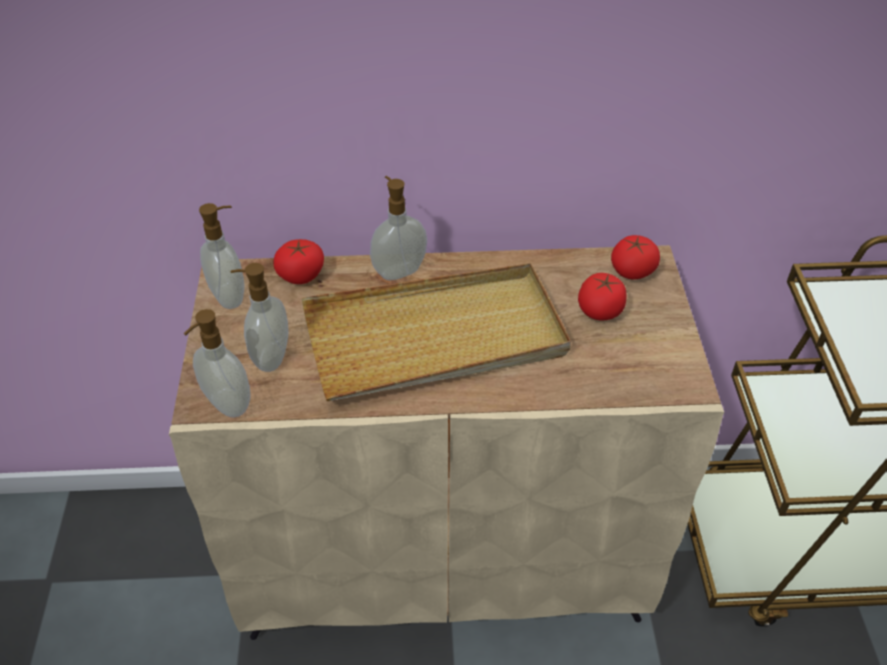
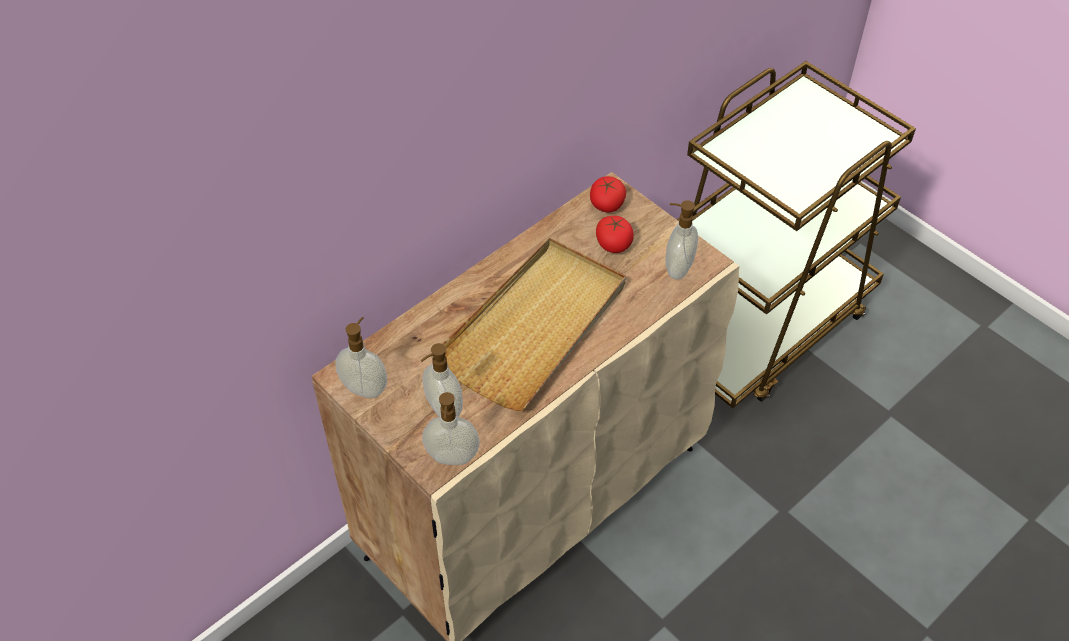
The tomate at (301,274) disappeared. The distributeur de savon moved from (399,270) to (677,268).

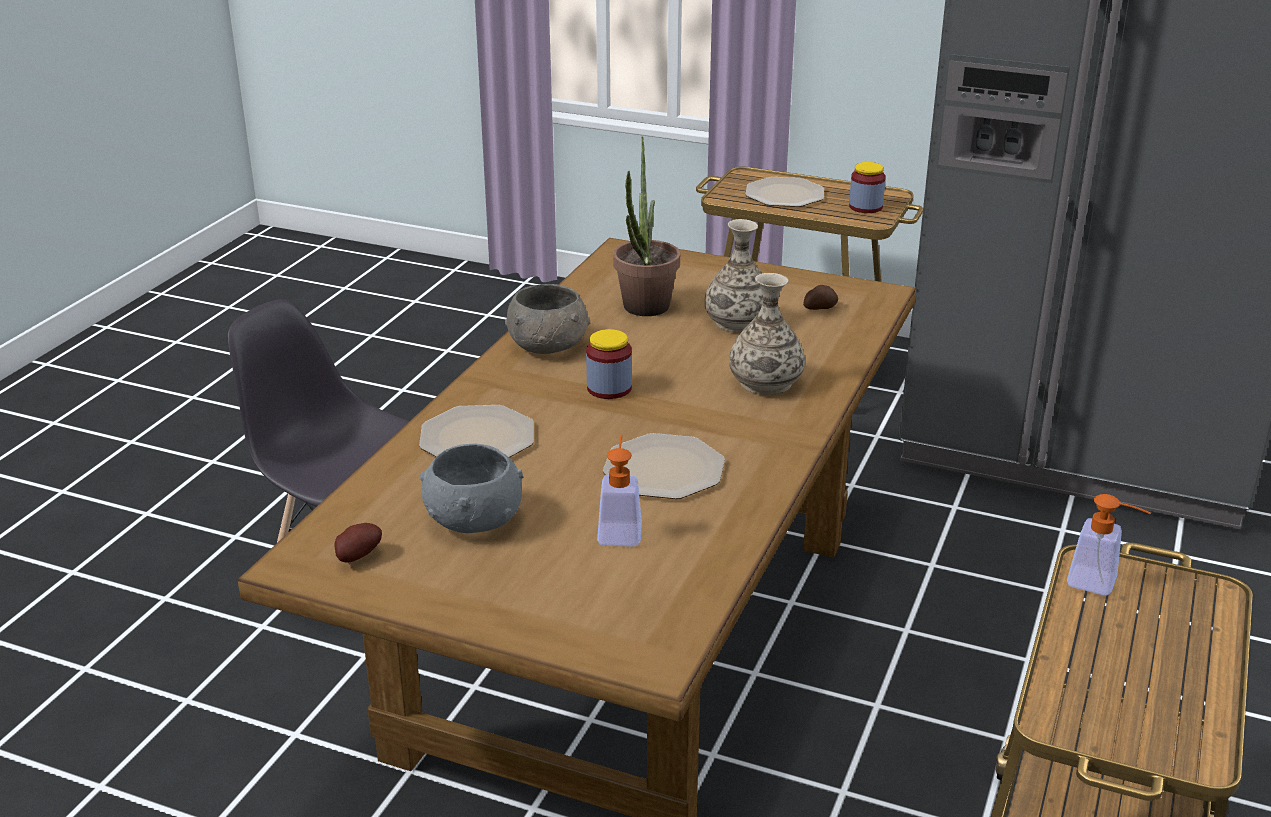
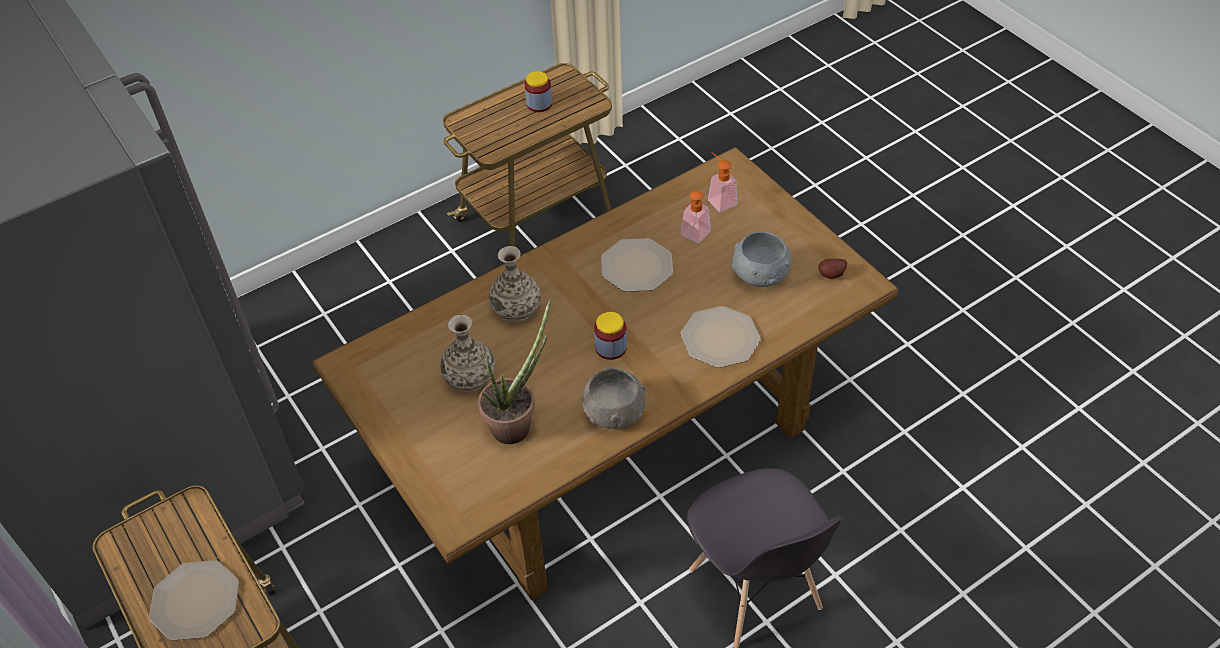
The pomme de terre at (819,307) disappeared. The bocal moved from (865,207) to (539,104). The distributeur de savon moved from (1101,584) to (719,199).

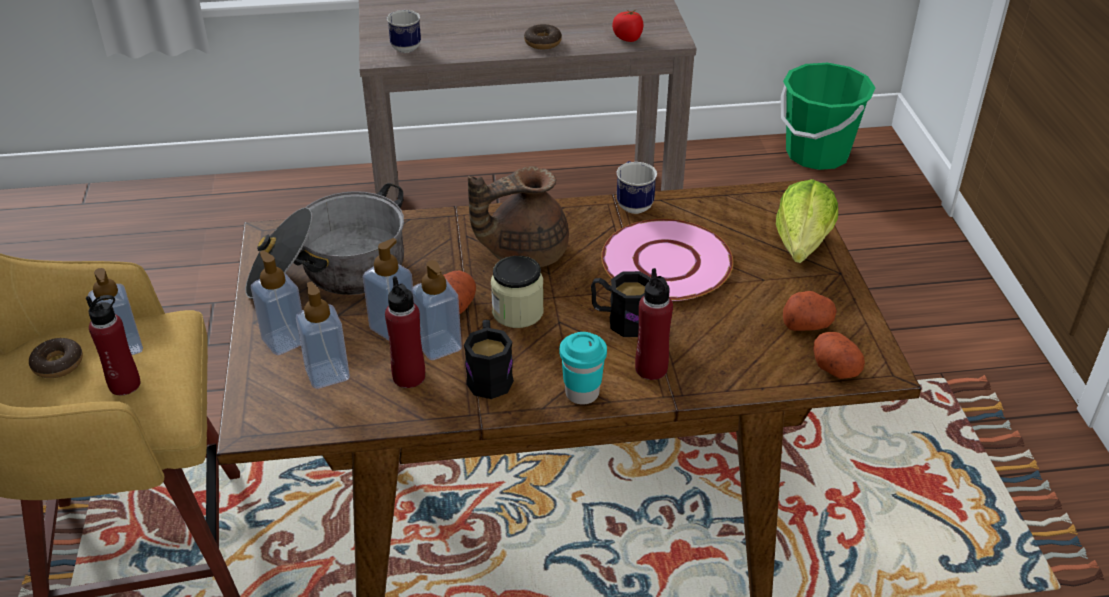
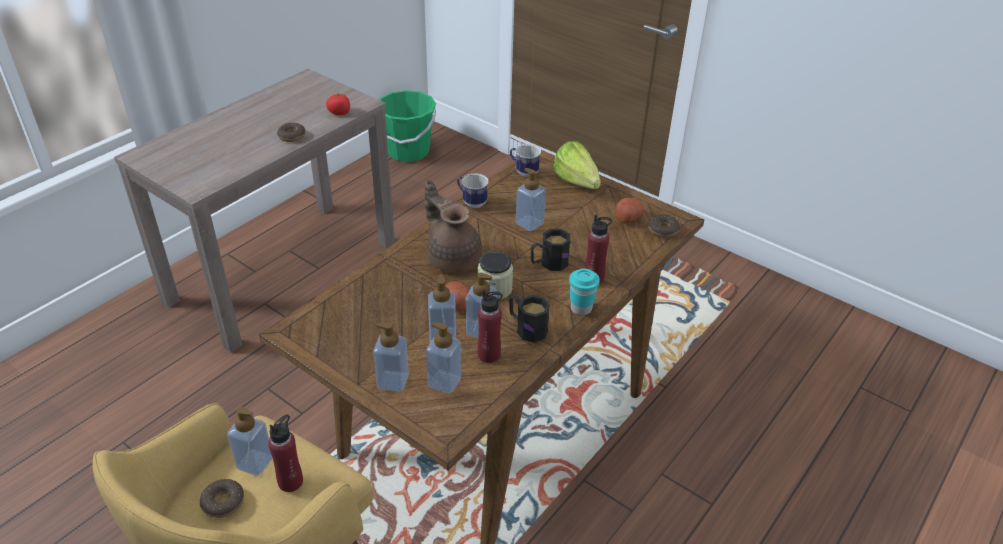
The marmite at (330,273) disappeared. The mug moved from (405,46) to (523,172). The assiette [rose] at (666,263) was replaced by the distributeur de savon at (529,223). The pomme de terre at (834,366) was replaced by the beignet at (663,230). The théière [marron] at (523,252) turned 120 degrees clockwise.

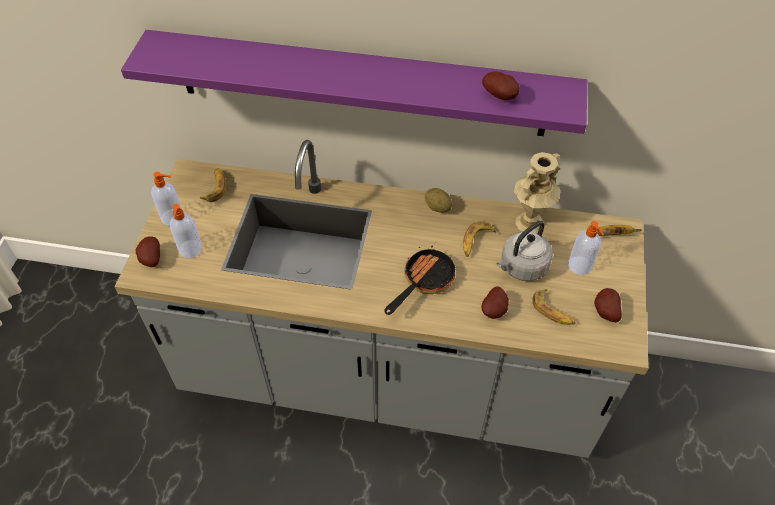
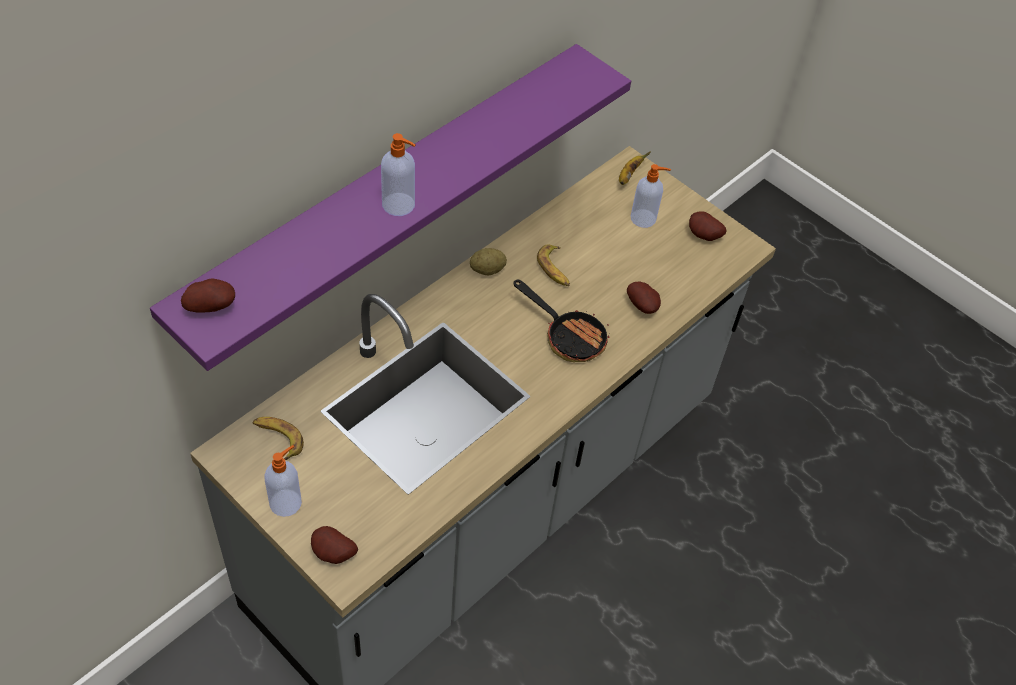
The bouilloire [gris] at (521,267) disappeared. The vase [beige] at (529,223) disappeared. The banane at (552,311) disappeared. The distributeur de savon moved from (190,249) to (399,205). The pomme de terre moved from (501,96) to (211,306). The poêle at (424,281) turned 150 degrees clockwise.

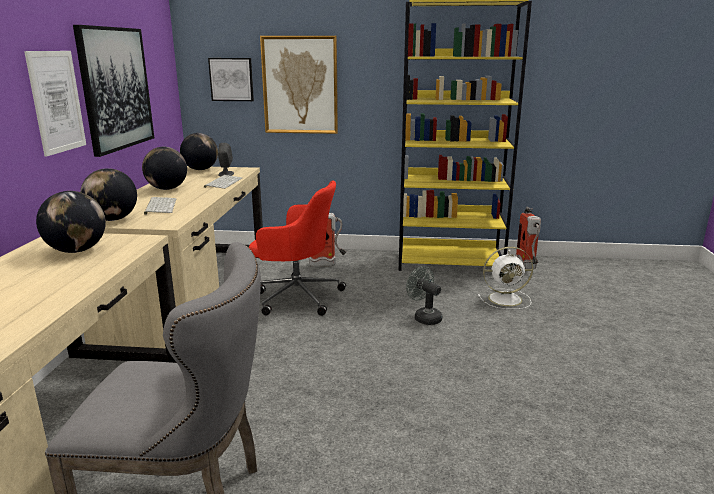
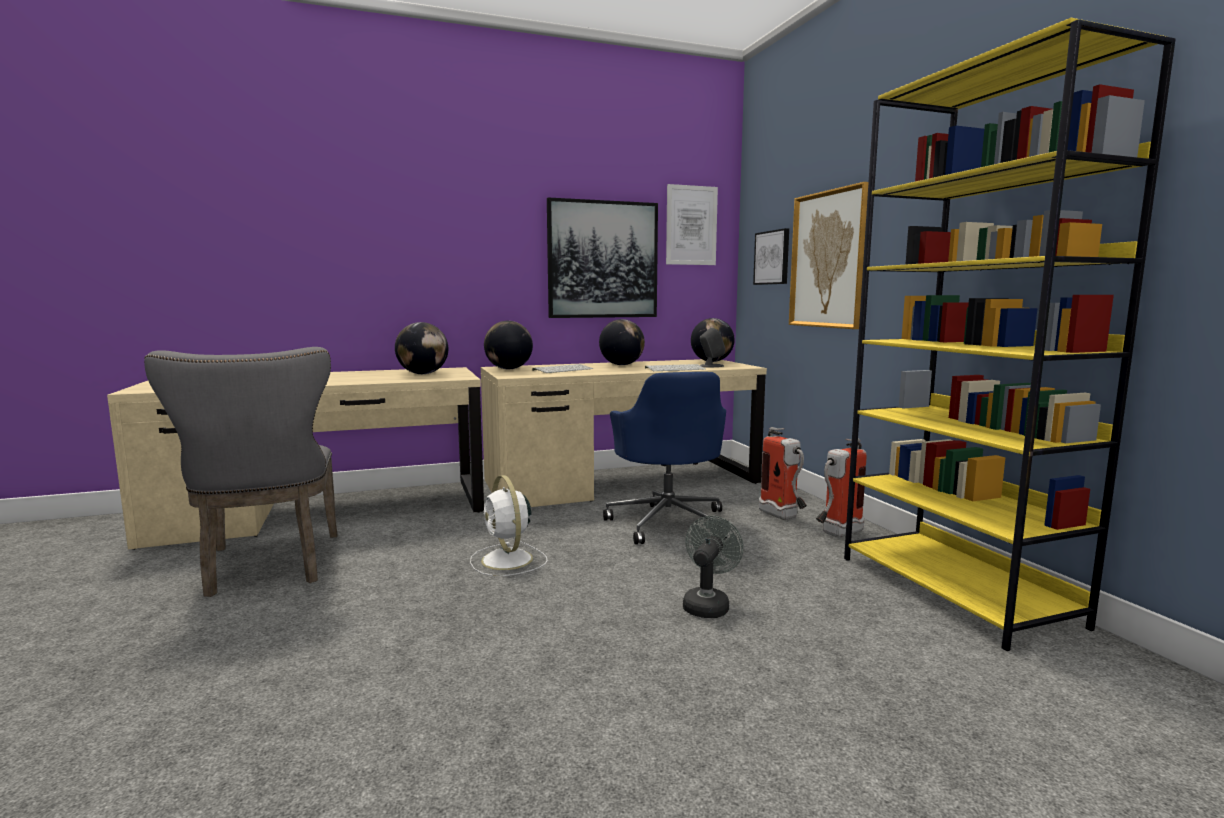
The tableau moved from (57,102) to (691,225). The ventilateur [blanc] moved from (506,299) to (508,560). The extincteur moved from (527,268) to (837,534). The chaise de bureau [rouge] at (296,296) became the chaise de bureau [bleu] at (668,522).

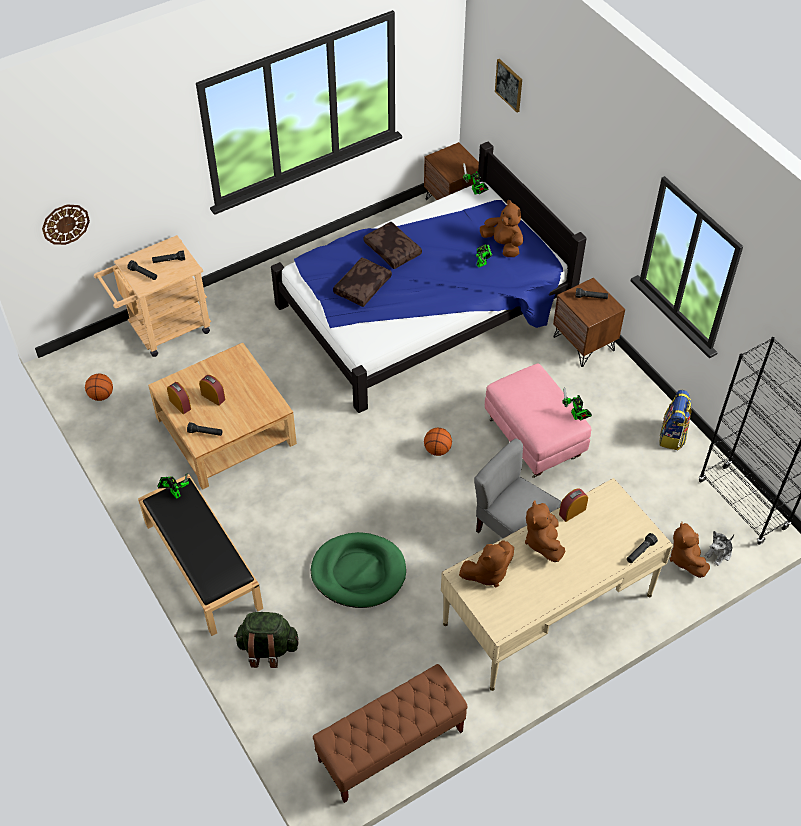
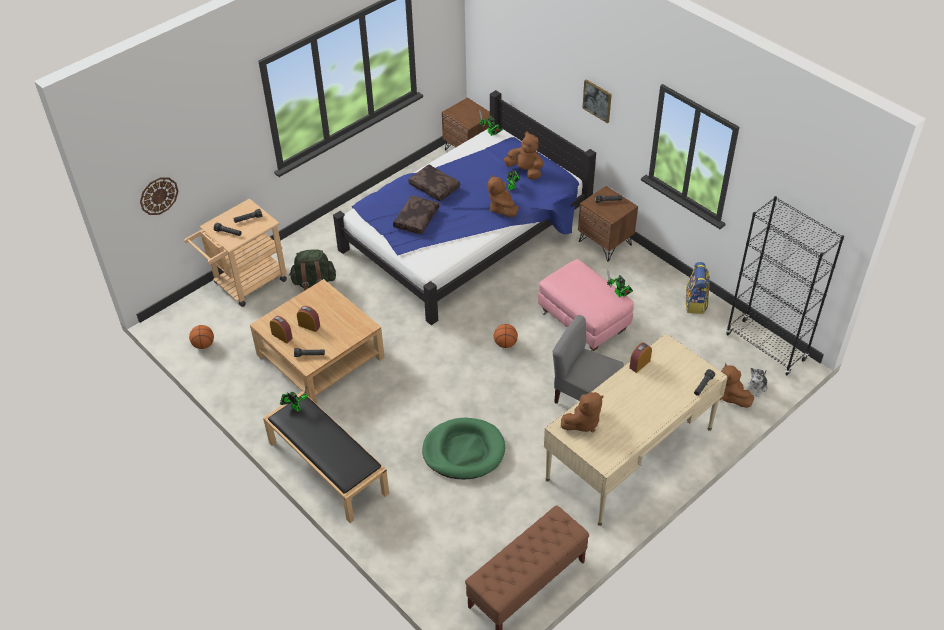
The sac à dos [vert] moved from (268,648) to (314,283). The tableau moved from (509,85) to (597,100). The peluche [marron] moved from (543,541) to (502,209).

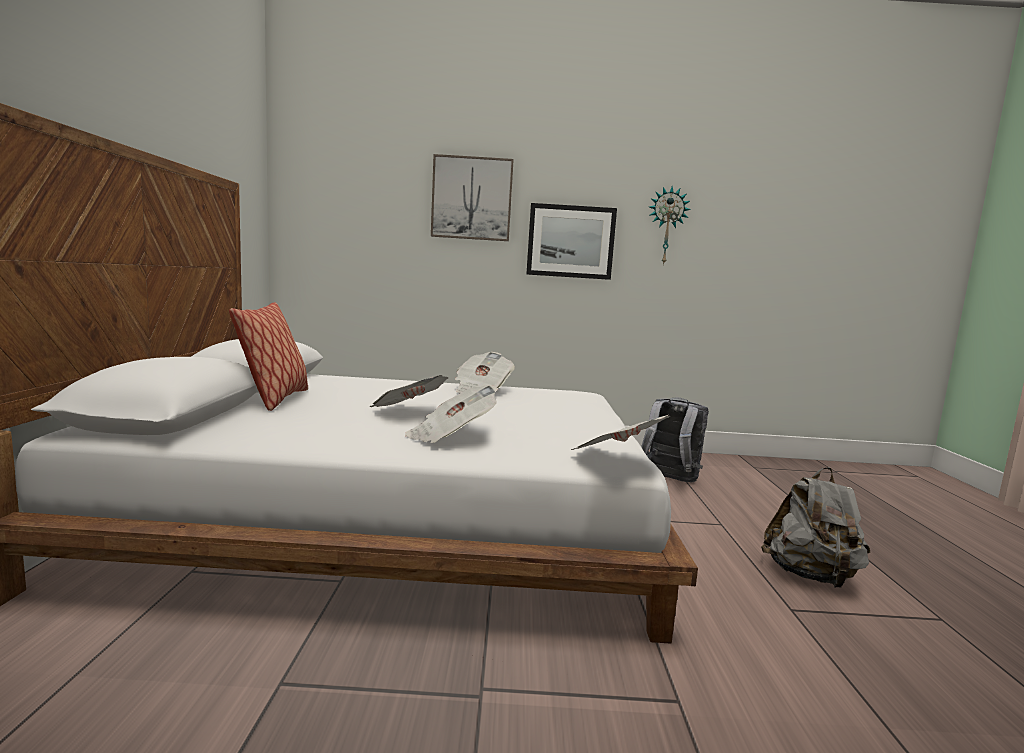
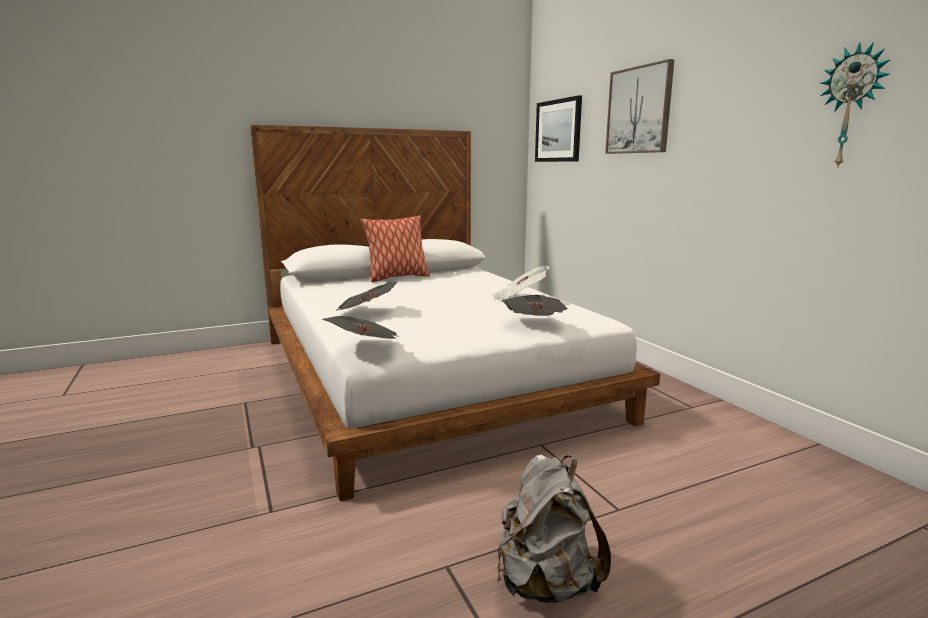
The sac à dos [gris] at (670,479) disappeared. The journal moved from (408,412) to (534,323). The tableau moved from (570,241) to (558,131).

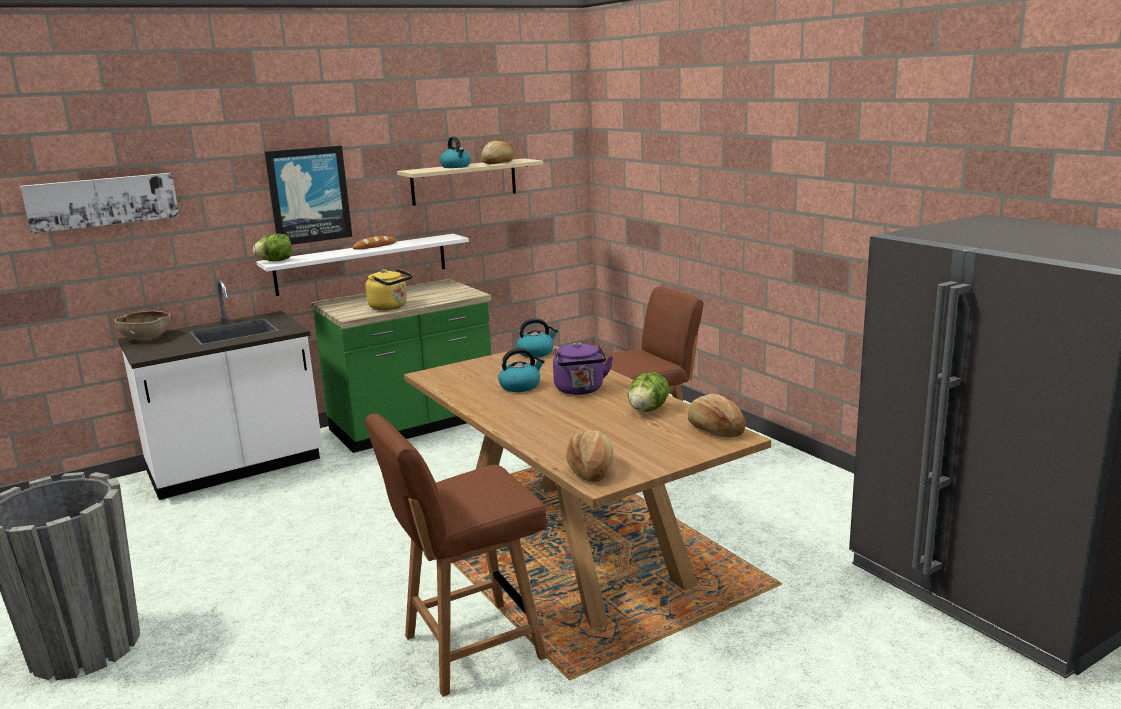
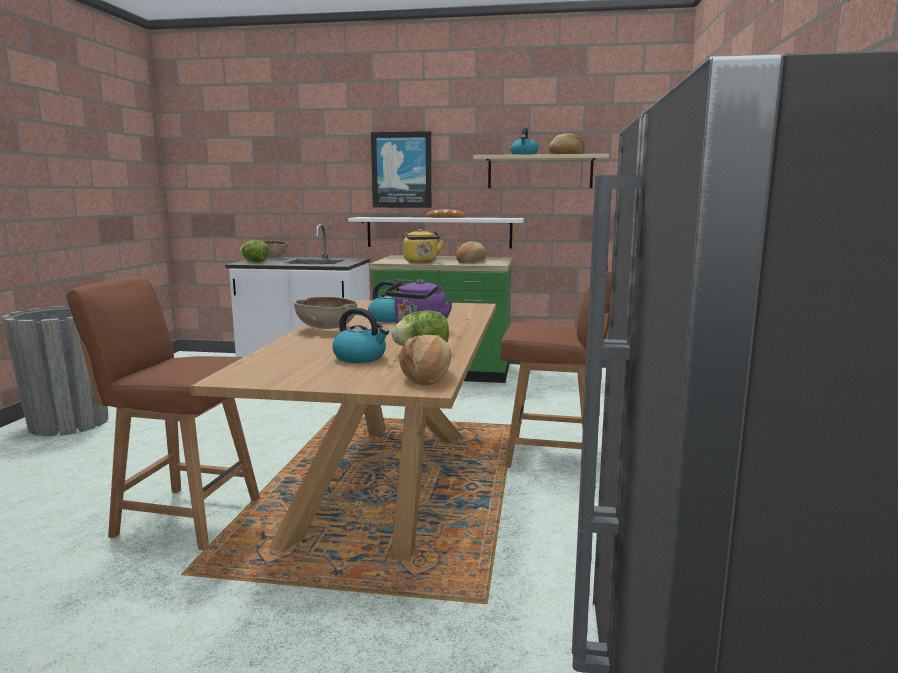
The tableau at (103,201) disappeared. The bol [marron] at (326,328) appeared. The laitue moved from (276,261) to (255,261). The bouilloire moved from (536,353) to (360,357). The pain moved from (592,470) to (470,262).

